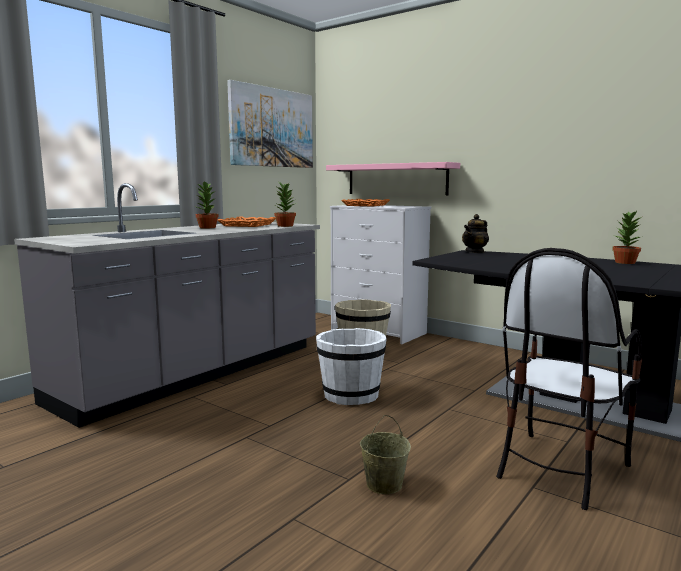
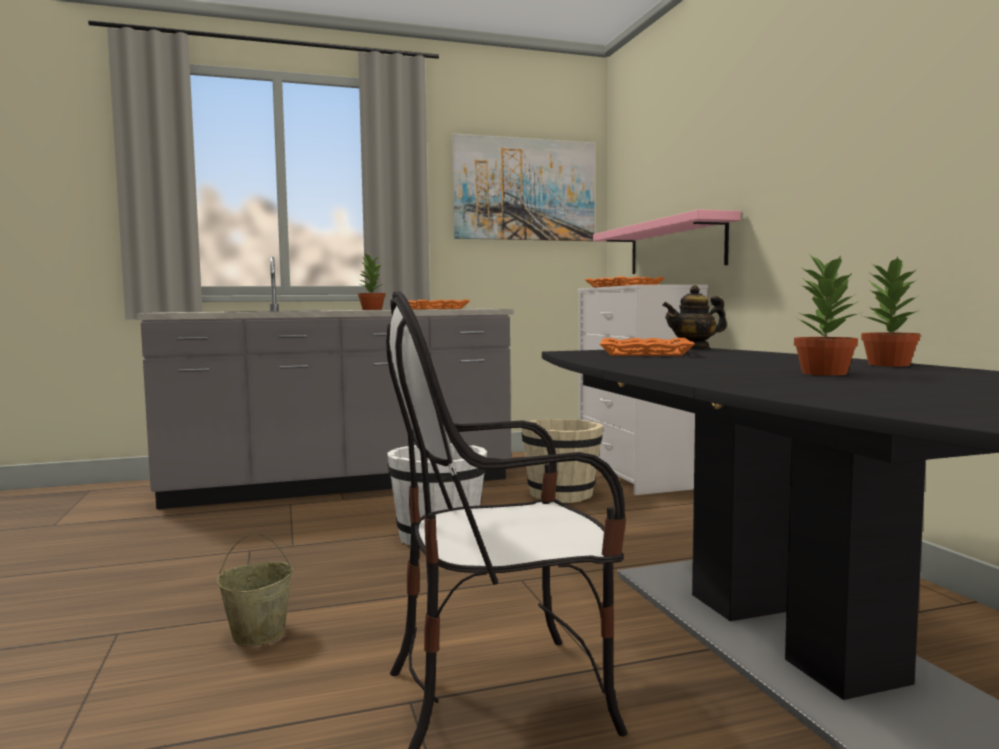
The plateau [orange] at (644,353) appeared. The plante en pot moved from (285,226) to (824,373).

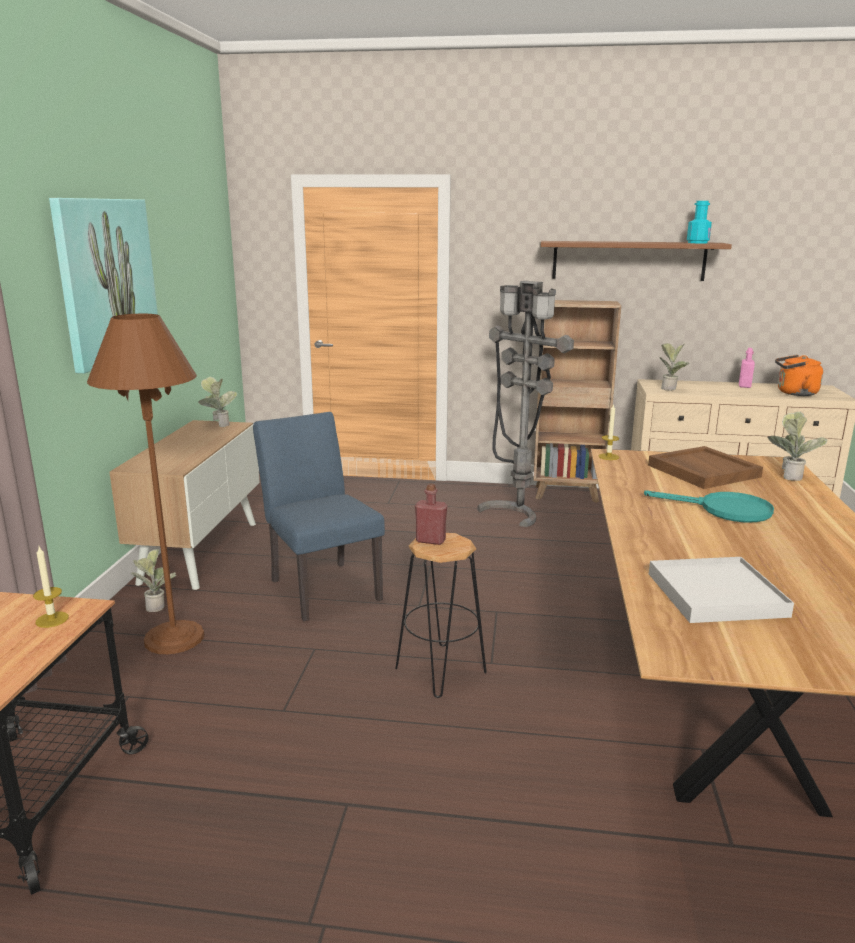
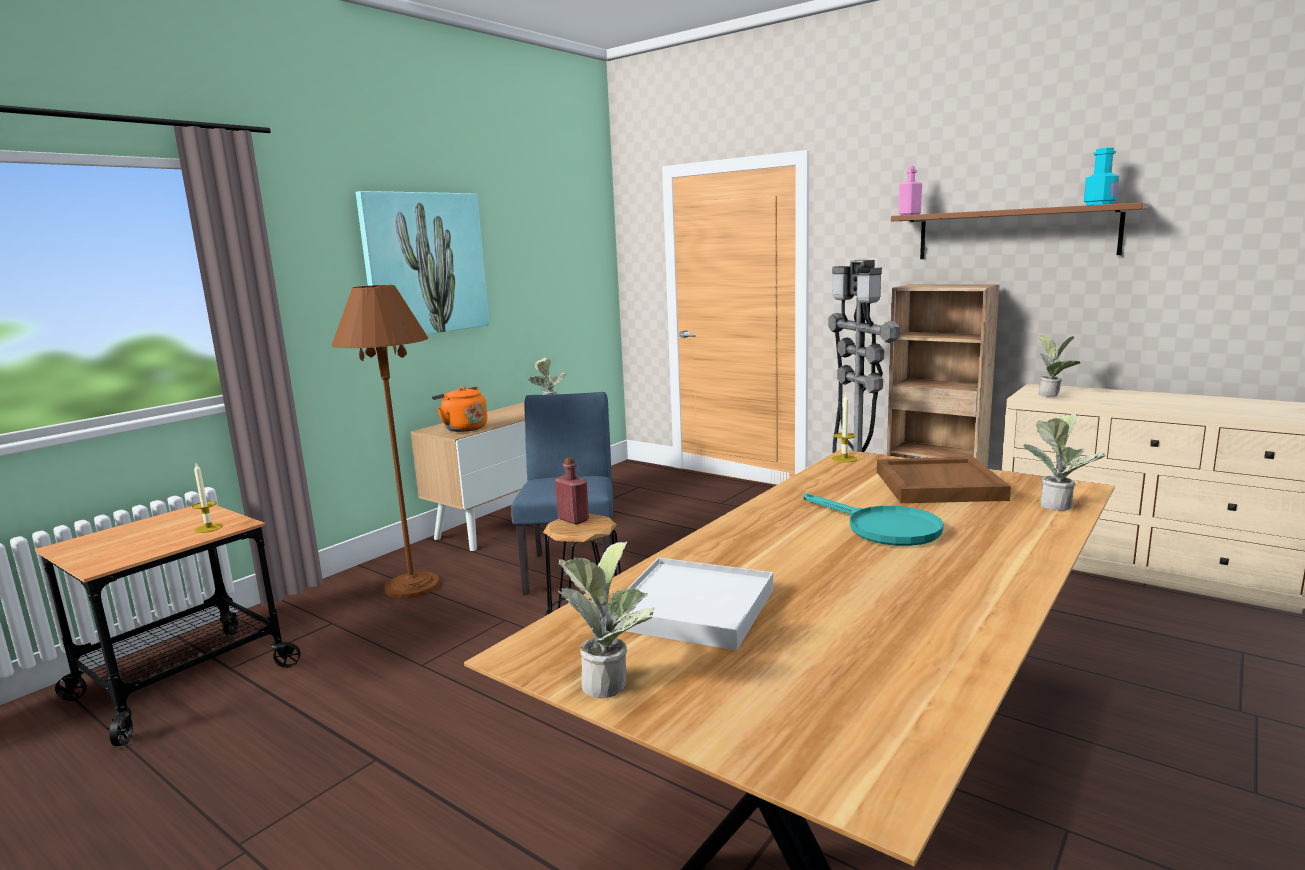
The plante en pot moved from (157,605) to (611,680). The bouteille [rose] moved from (744,386) to (909,214). The bouilloire [orange] moved from (794,393) to (463,428).

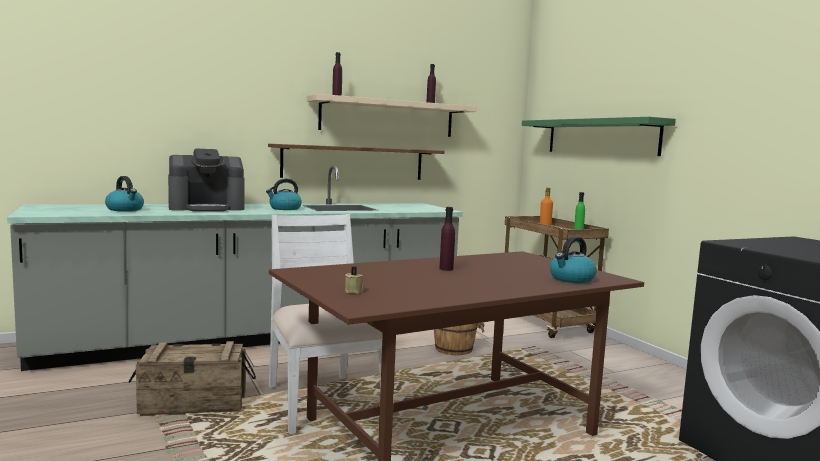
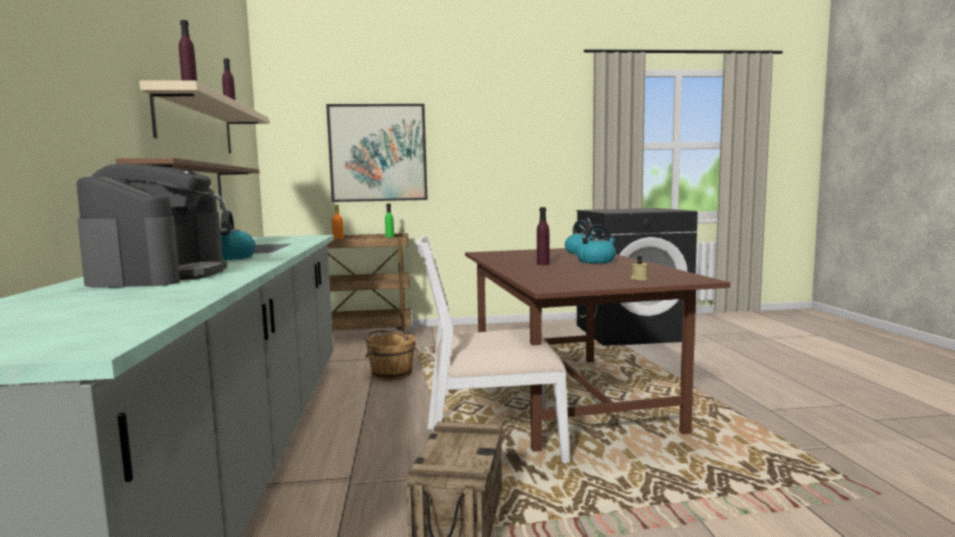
The bouilloire moved from (125,209) to (596,261). The étagère [vert] at (600,137) was replaced by the tableau at (378,153).

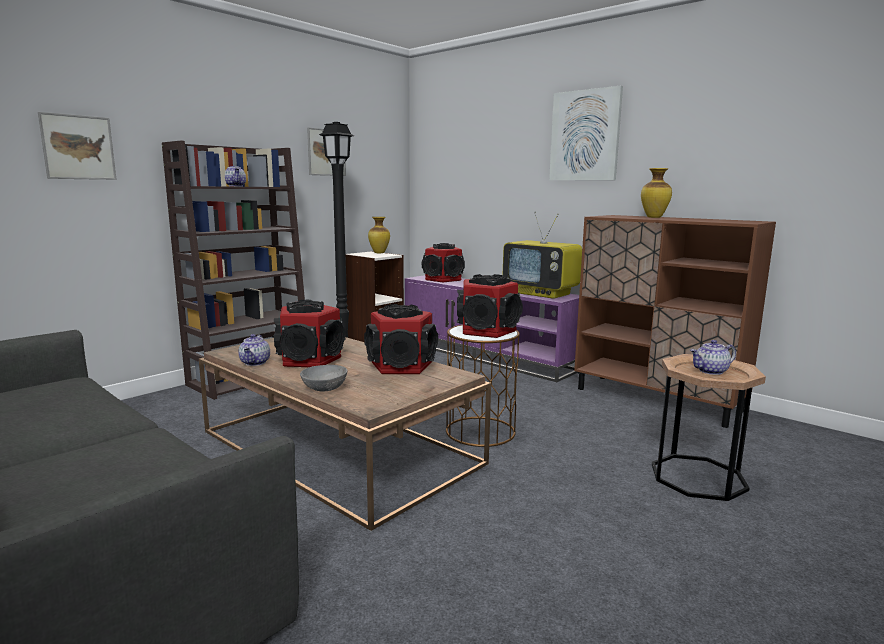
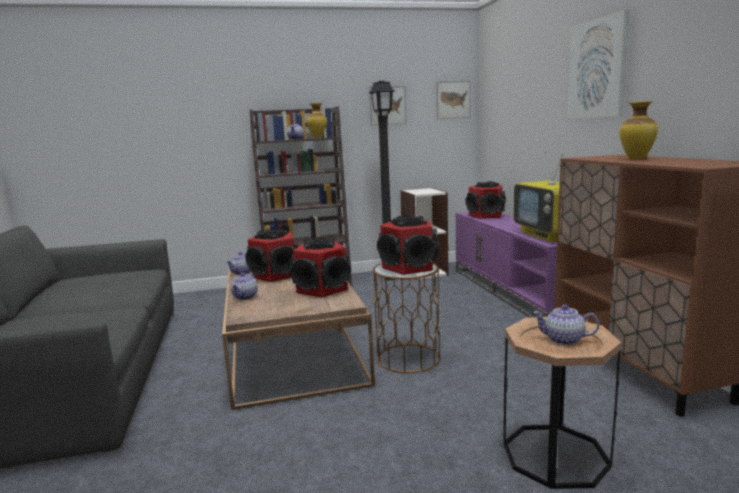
The tableau moved from (78,147) to (453,99). The vase moved from (379,253) to (318,138). The bol [gris] at (325,388) was replaced by the théière at (245,297).

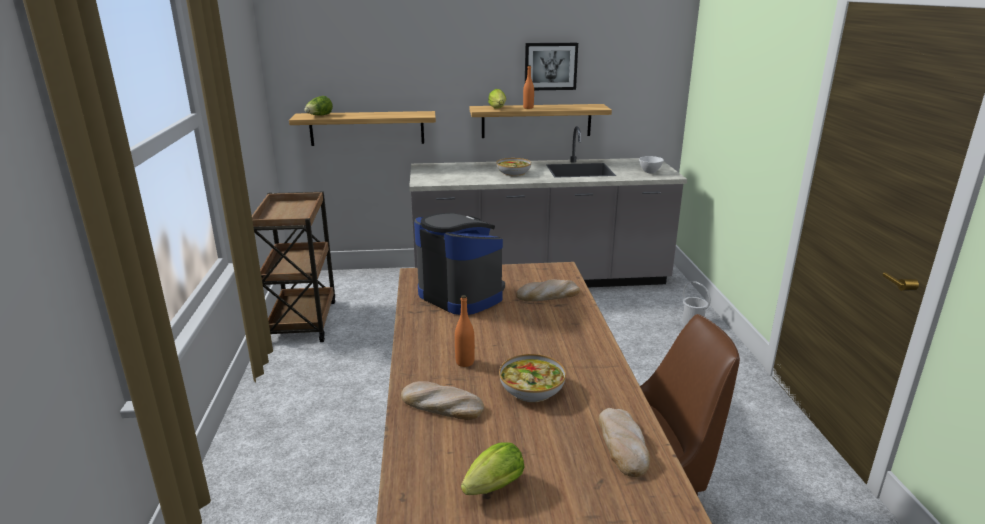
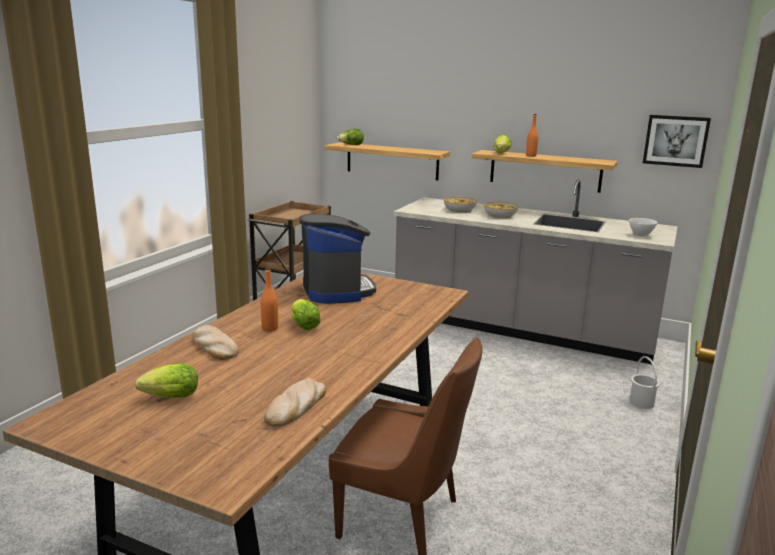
The pain at (547,295) disappeared. The laitue at (303,325) appeared. The bol moved from (532,389) to (460,210). The tableau moved from (550,66) to (675,140).

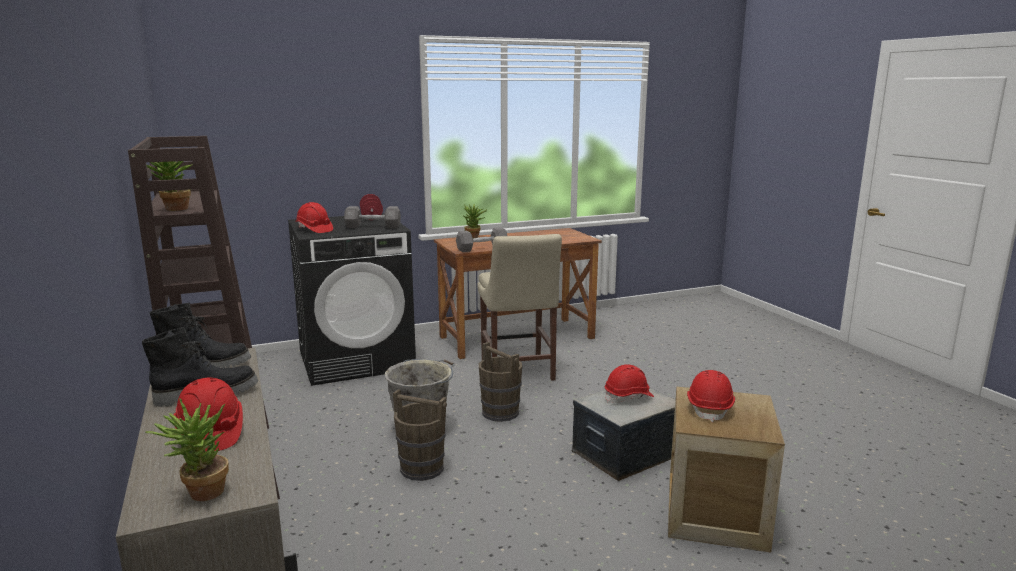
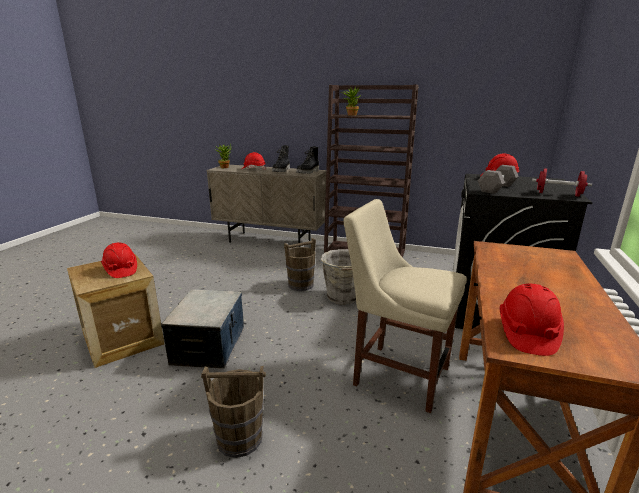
The haltère [gris] at (482,248) disappeared. The plante en pot at (474,237) disappeared. The seau [marron] moved from (500,412) to (240,438). The casque de chantier [rouge] moved from (628,397) to (527,333).

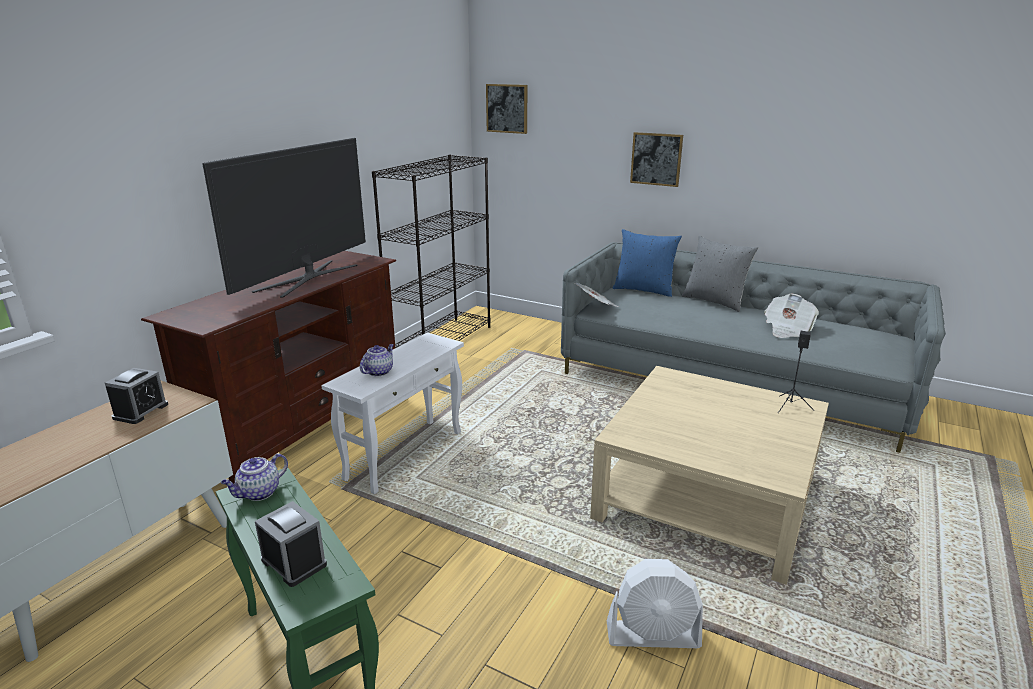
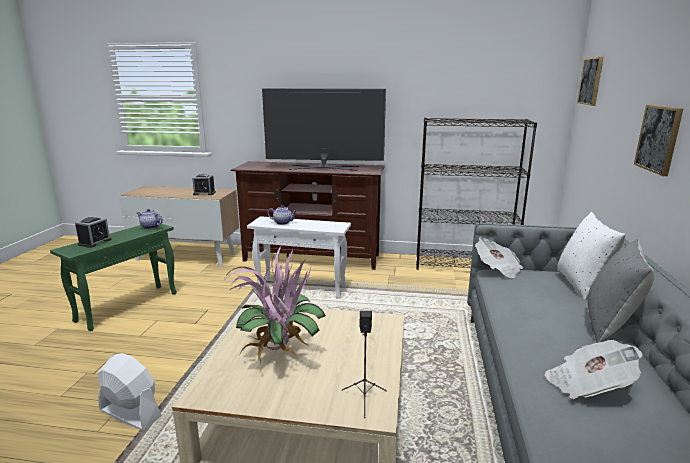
The plante en pot at (279,355) appeared. The coussin [bleu] at (644,290) became the coussin [blanc] at (582,285). The ventilateur [blanc] at (653,635) turned 135 degrees clockwise.

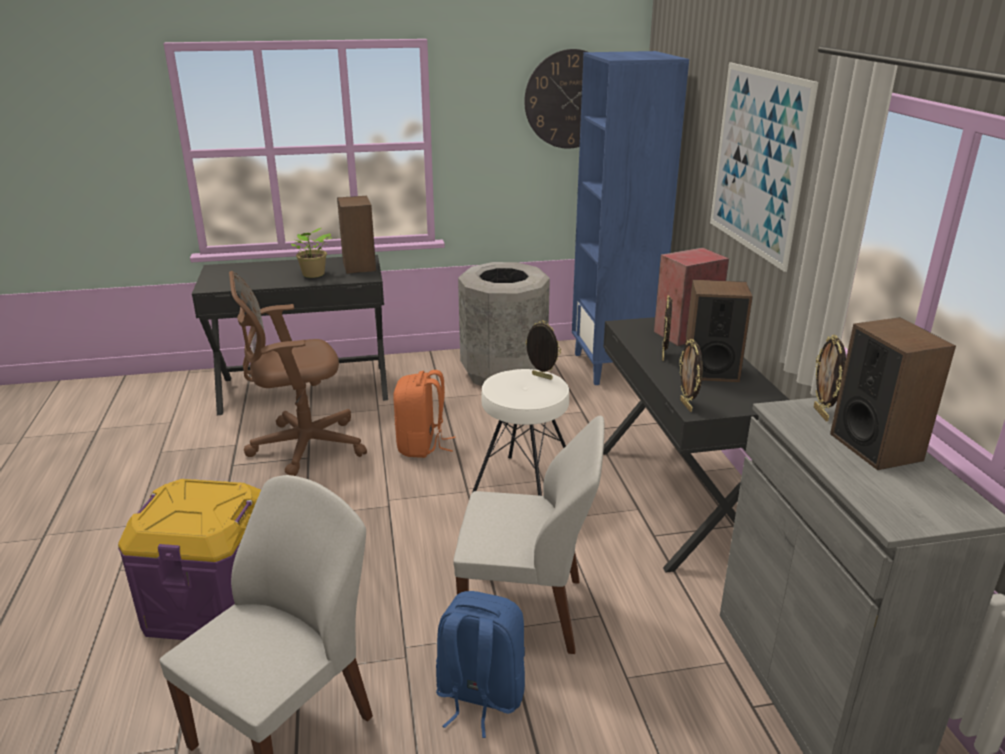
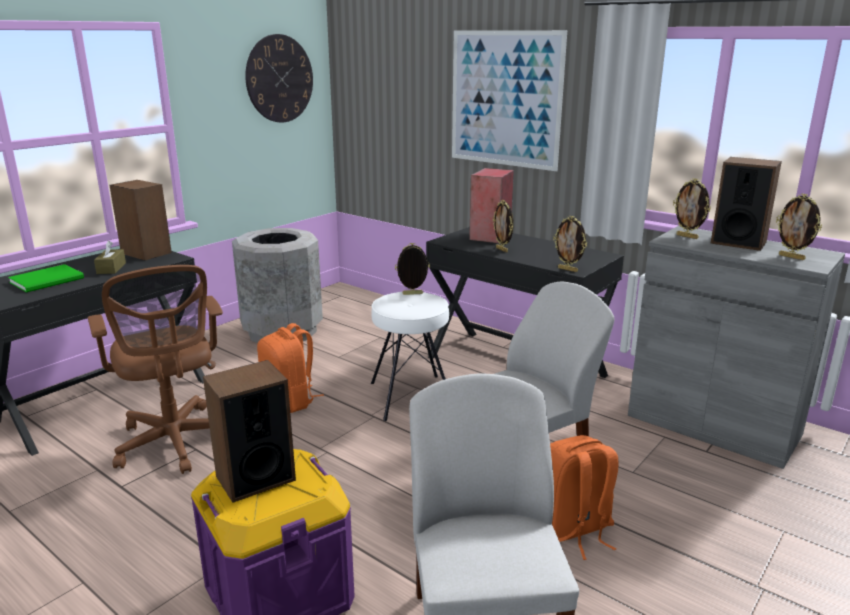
The bibliothèque [bleu] at (613,367) disappeared. The livre [vert] at (49,280) appeared. The cadre photo at (792,257) appeared. The enceinte moved from (710,371) to (255,478). The plante en pot at (313,275) was replaced by the boîte à mouchoirs [marron] at (111,268). The sac à dos [bleu] at (479,696) became the sac à dos [orange] at (573,530). The chaise de bureau [marron] at (301,446) turned 60 degrees counterclockwise.

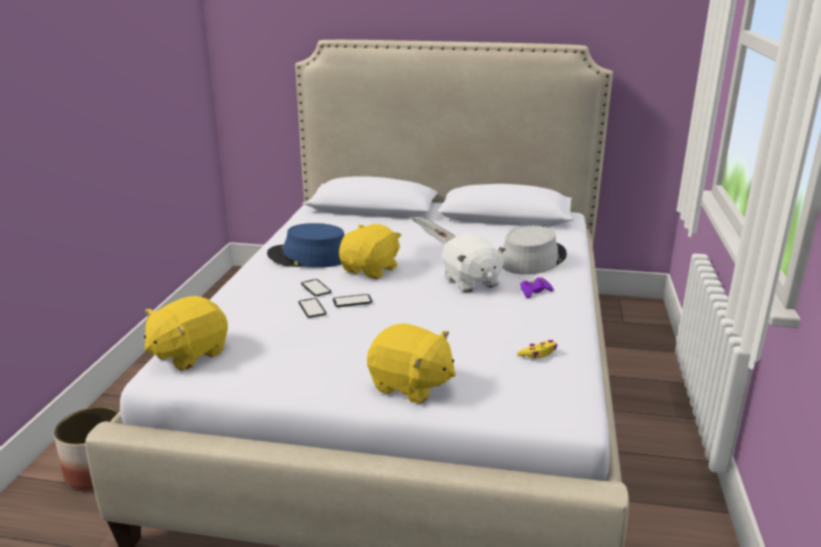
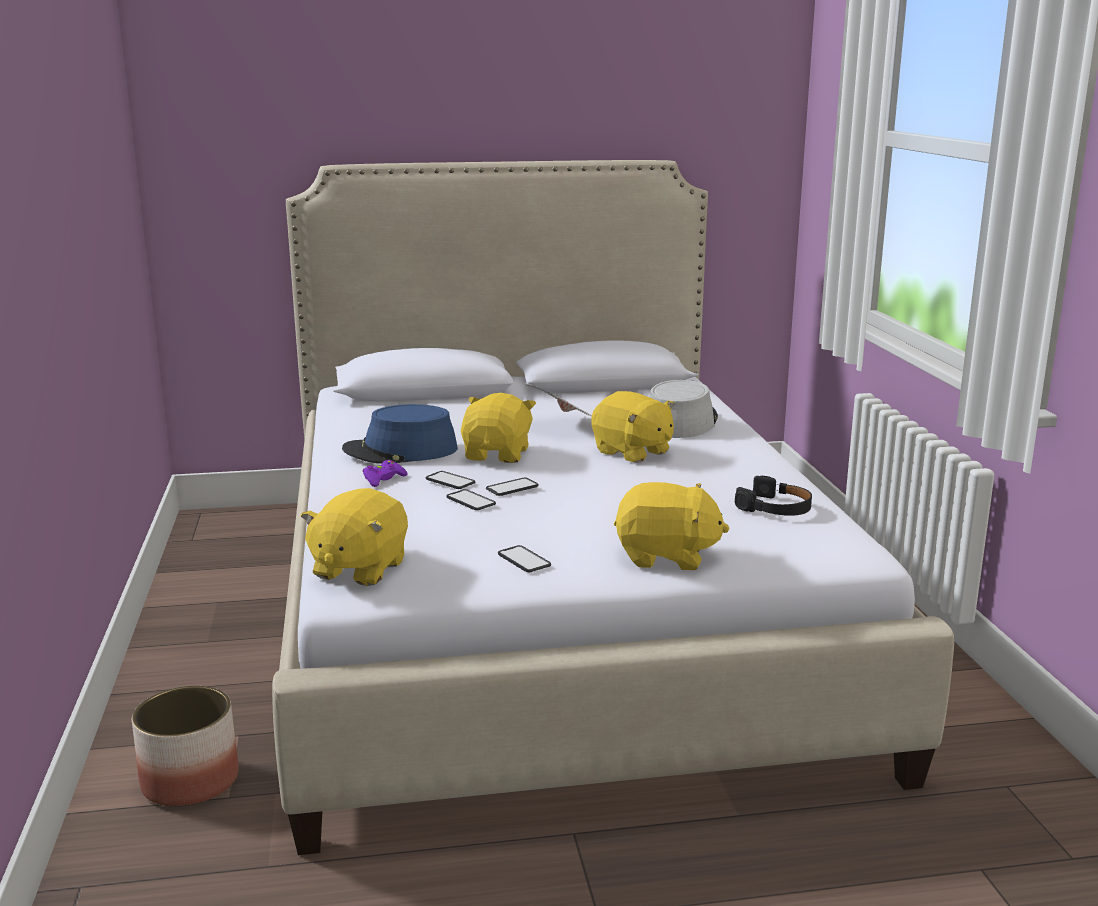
The téléphone at (524,560) appeared. The manette [violet] moved from (534,291) to (383,479). The manette [jaune] at (538,354) was replaced by the casque audio [noir] at (775,508). The peluche [blanc] at (471,282) became the peluche [jaune] at (632,452).

